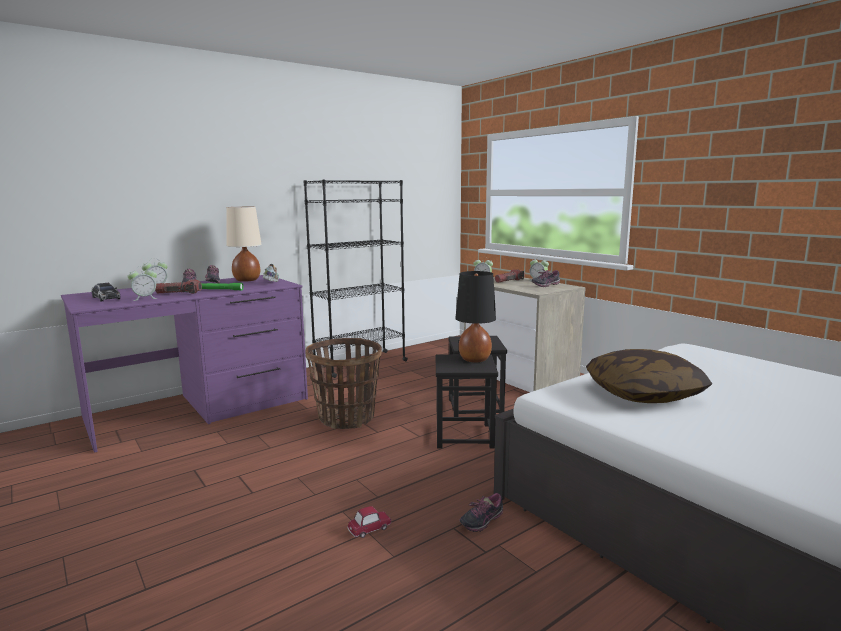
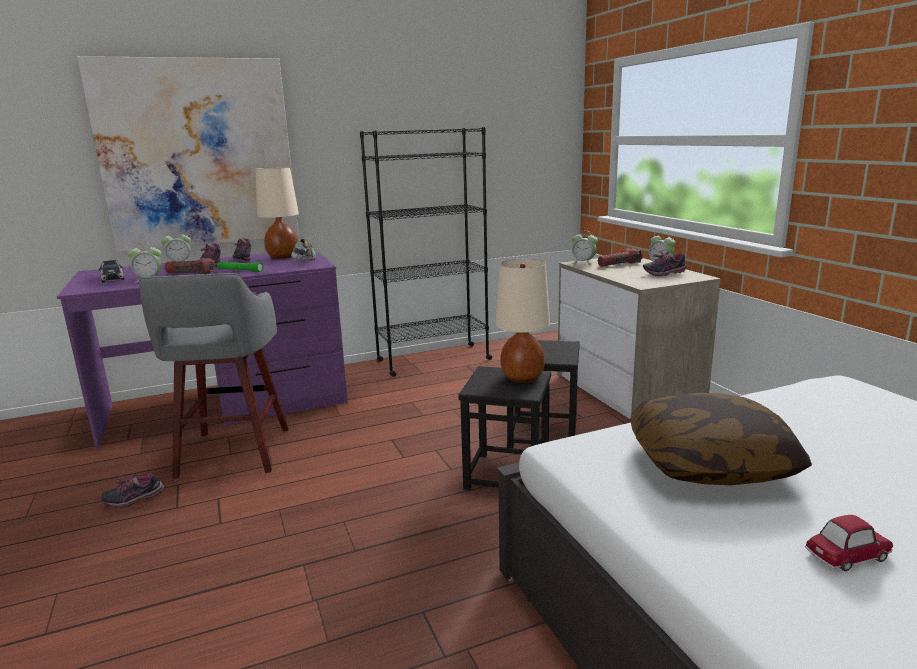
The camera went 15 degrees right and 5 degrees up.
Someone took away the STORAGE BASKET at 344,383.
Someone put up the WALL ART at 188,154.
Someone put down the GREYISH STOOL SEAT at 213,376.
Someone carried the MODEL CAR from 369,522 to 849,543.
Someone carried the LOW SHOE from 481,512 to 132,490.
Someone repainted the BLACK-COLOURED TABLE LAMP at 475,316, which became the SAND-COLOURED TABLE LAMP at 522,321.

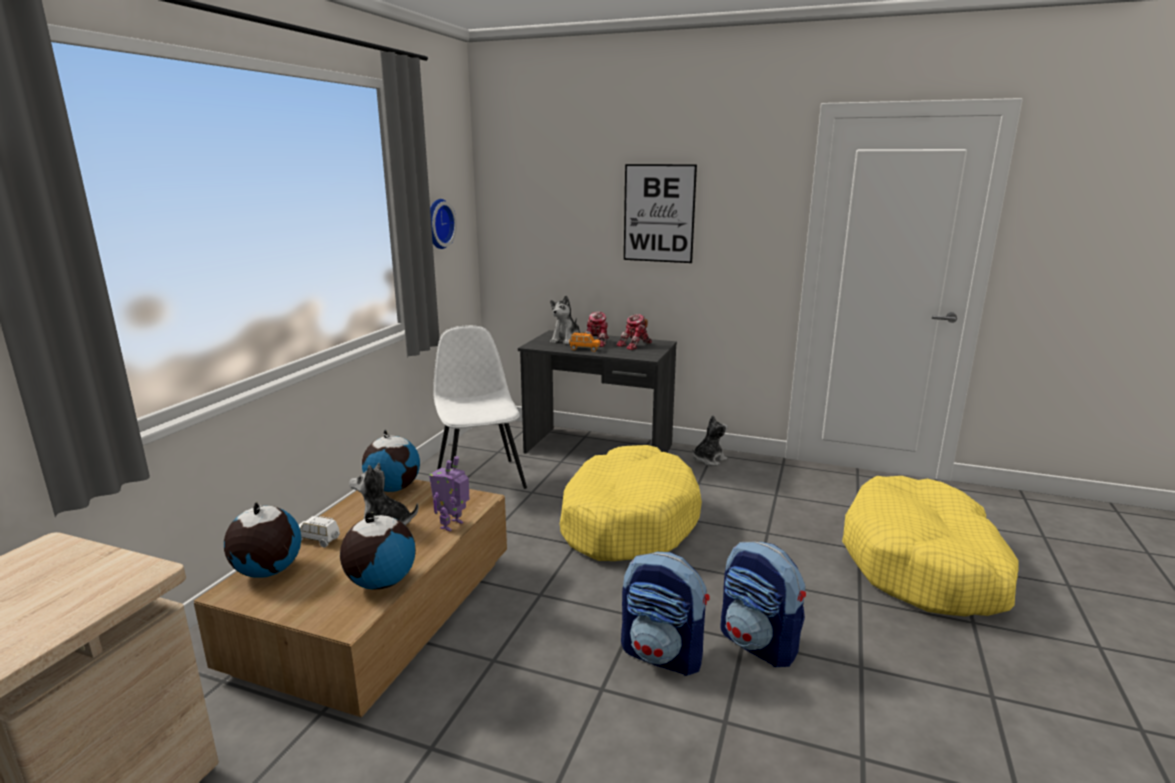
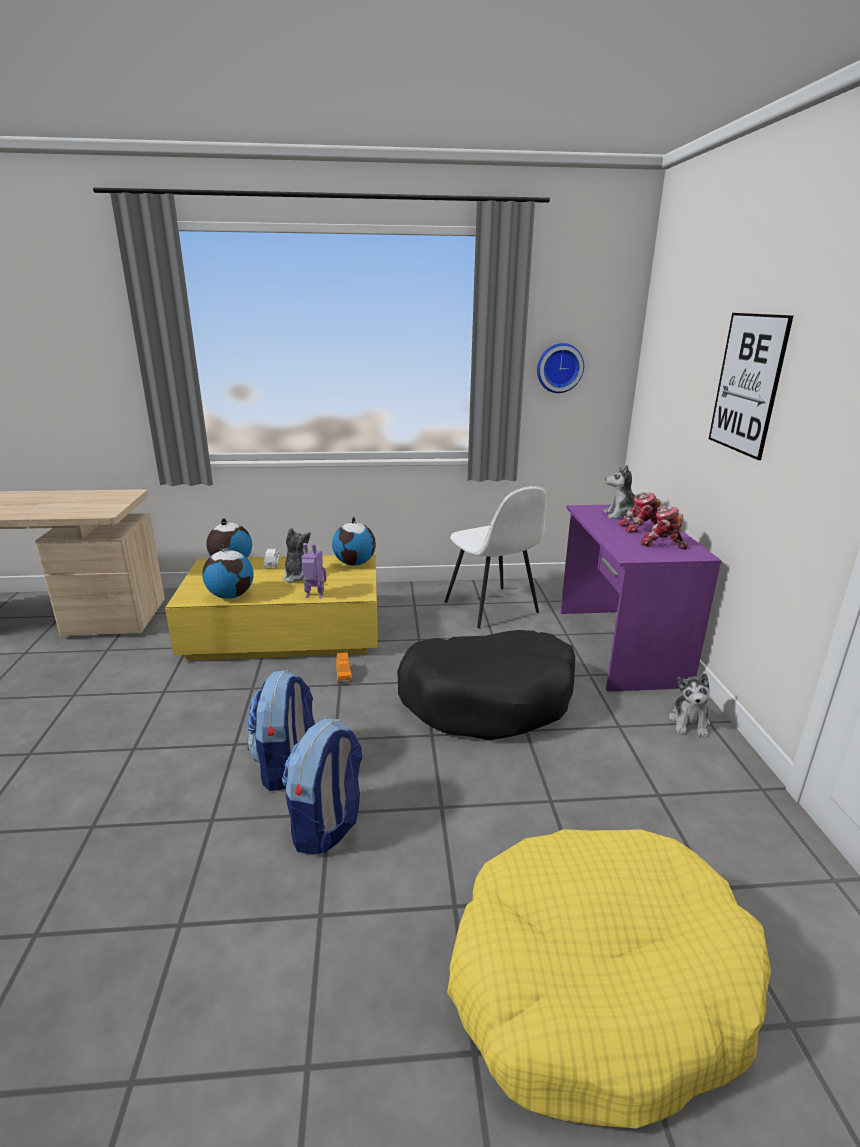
The camera went 65 degrees right and 5 degrees up.
Someone carried the ORANGE-COLOURED MODEL CAR from 584,342 to 344,667.
Someone repainted the BROWNISH COFFEE TABLE at 350,598, which became the YELLOW-COLOURED COFFEE TABLE at 271,607.
Someone repainted the GREYISH DESK UNIT at 597,391, which became the PURPLISH DESK UNIT at 641,598.
Someone repainted the YELLOW-COLOURED DOG CUSHION at 631,503, which became the BLACK-COLOURED DOG CUSHION at 486,685.
Someone rotated the WHITE PLAIN CHAIR at 480,407 by 105 degrees clockwise.
Someone rotated the CUDDLY TOY at 710,440 by 75 degrees clockwise.

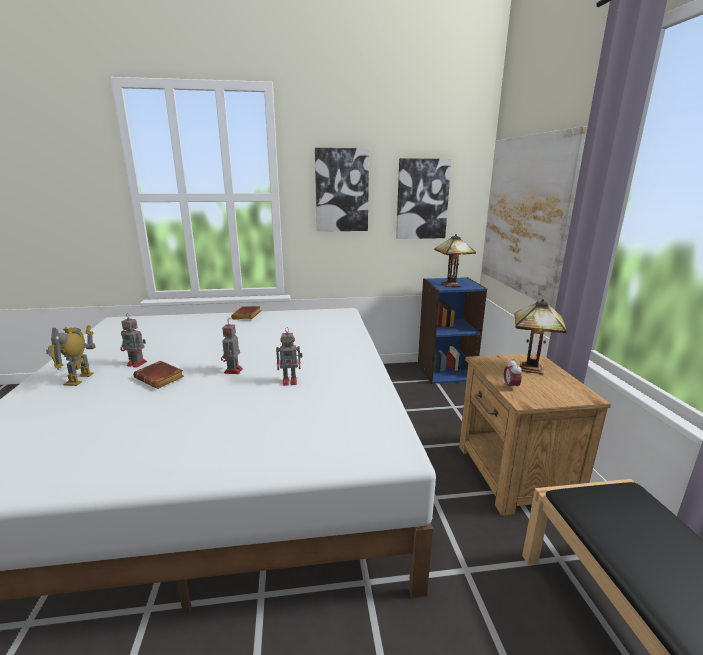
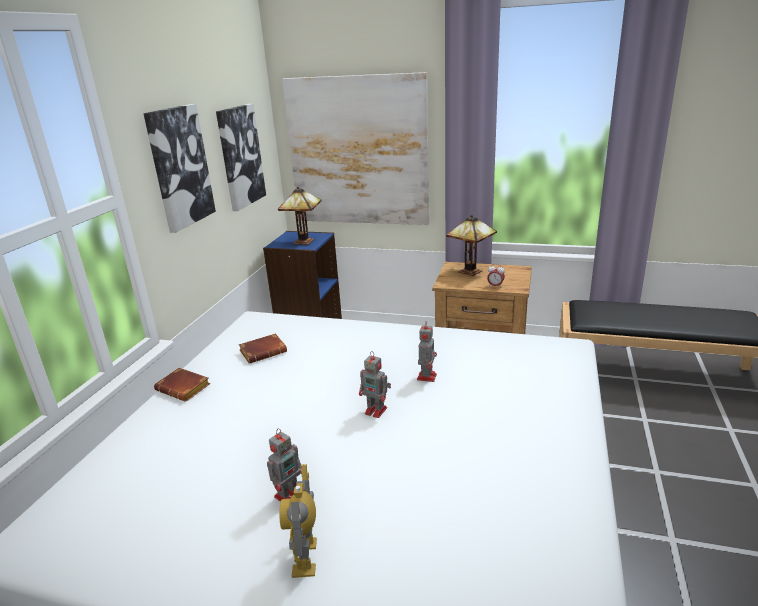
The camera went 65 degrees left and 5 degrees up.
Someone carried the BROWNISH BOUND BOOK from 158,375 to 263,349.
Someone rotated the TOY ROBOT at 70,355 by 60 degrees clockwise.

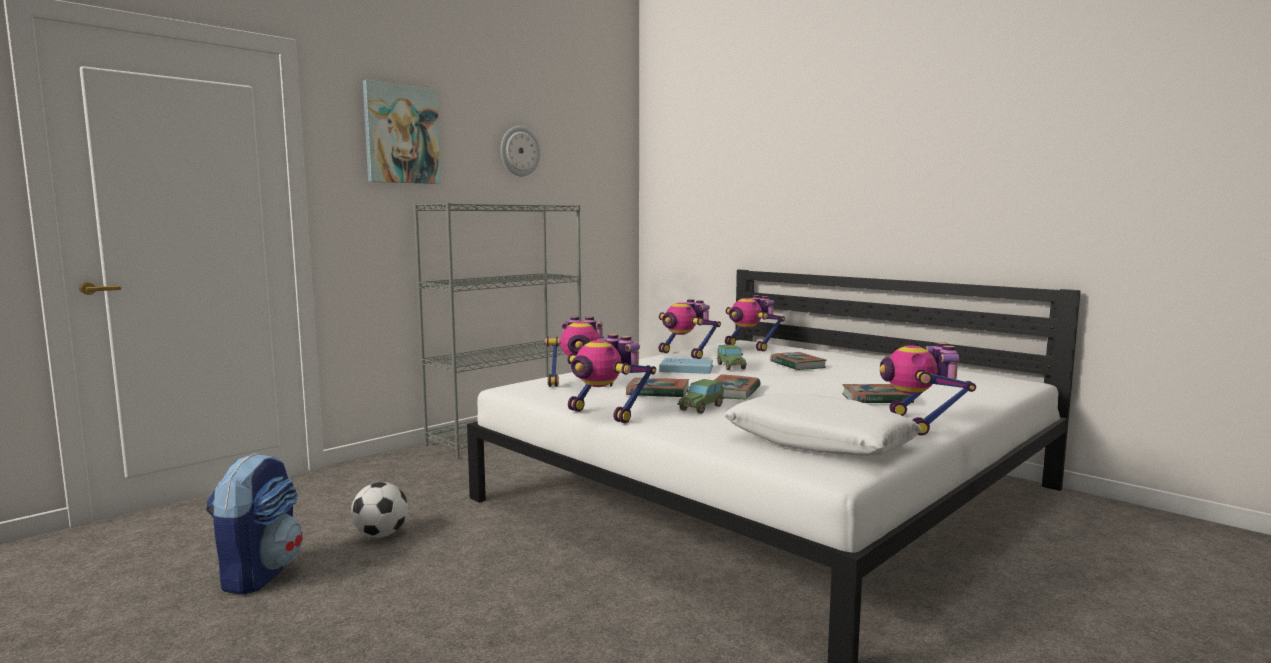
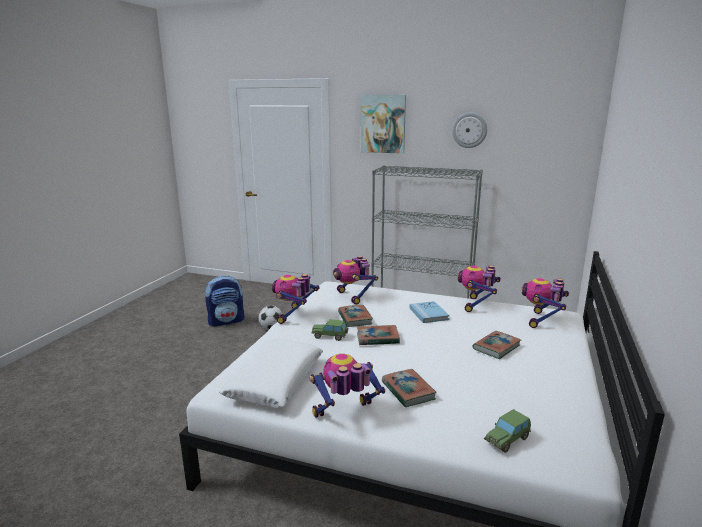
The camera went 65 degrees right and 10 degrees up.
Someone carried the MODEL CAR from 732,357 to 507,431.

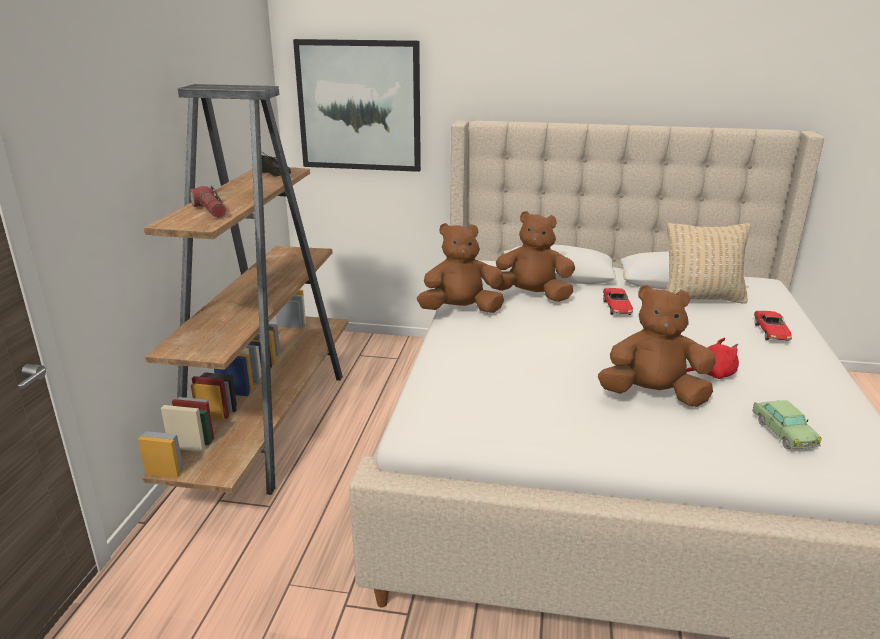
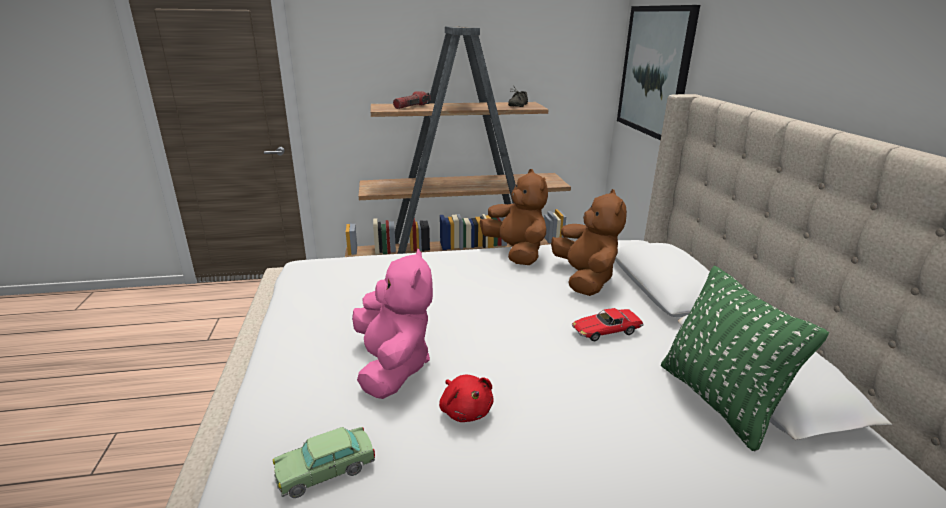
The camera went 70 degrees right and 0 degrees up.
Someone took away the MODEL CAR at 773,326.
Someone repainted the BROWNISH CUDDLY TOY at 657,346, which became the PINKISH CUDDLY TOY at 392,323.
Someone repainted the SAND-COLOURED THROW PILLOW at 709,263, which became the GREEN THROW PILLOW at 745,359.

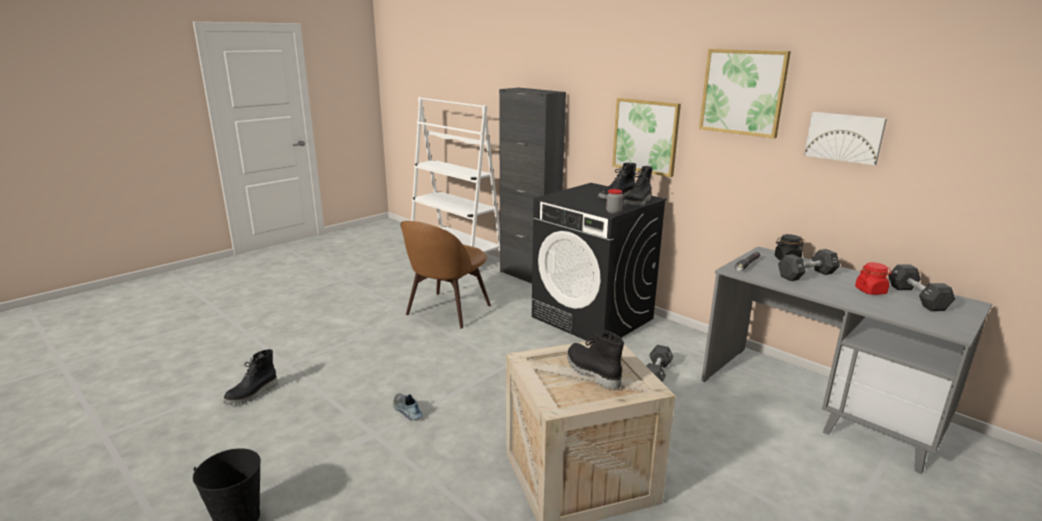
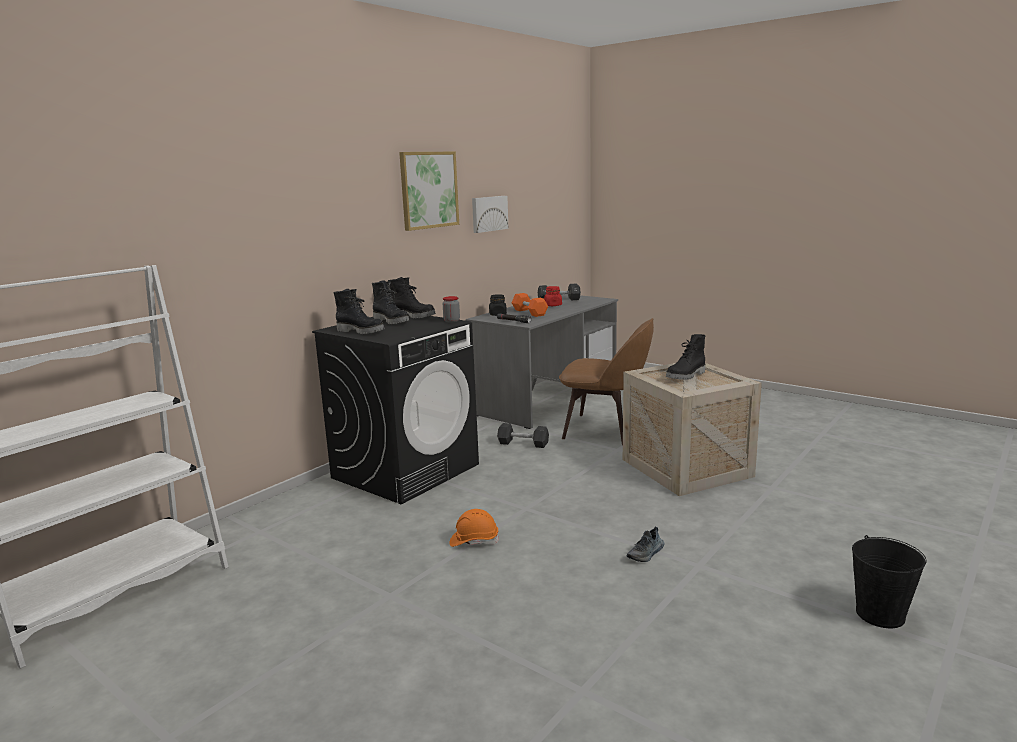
The camera went 95 degrees left and 5 degrees down.
Someone took away the BLACK-COLOURED STORAGE CABINET at 532,185.
Someone took away the WALL ART at 646,137.
Someone put down the ORANGE-COLOURED SAFETY HELMET at 475,528.
Someone carried the BLACK-COLOURED HIGH-TOP BOOT from 251,377 to 359,311.
Someone carried the BROWNISH PLAIN CHAIR from 445,275 to 606,381.
Someone repainted the BLACK-COLOURED FREE WEIGHT at 809,265, which became the ORANGE-COLOURED FREE WEIGHT at 529,305.

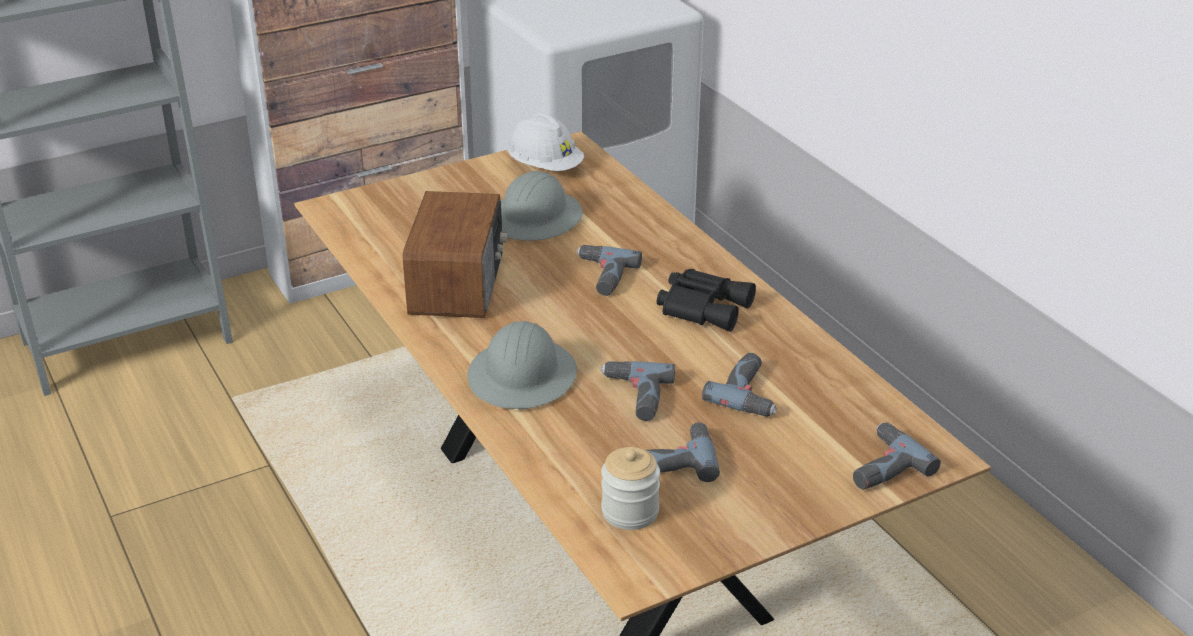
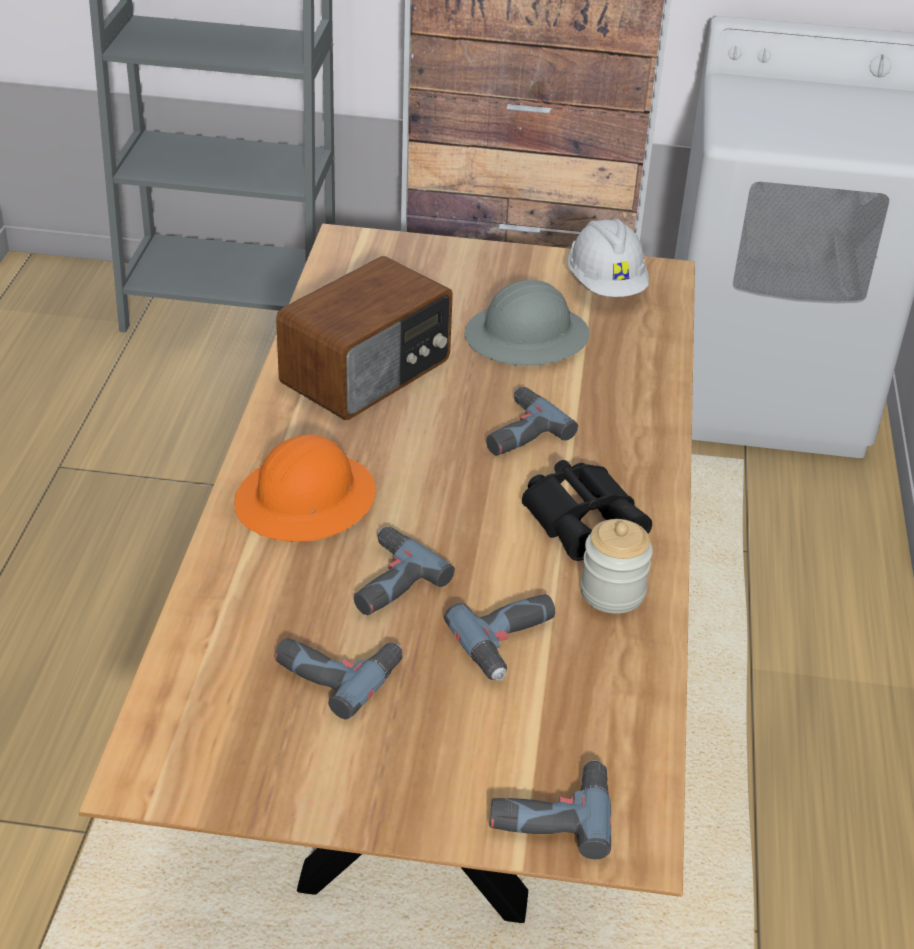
The camera went 35 degrees right and 5 degrees up.
Someone carried the JAR from 630,488 to 616,566.
Someone repainted the GREYISH SAFETY HELMET at 522,365, which became the ORANGE-COLOURED SAFETY HELMET at 305,488.

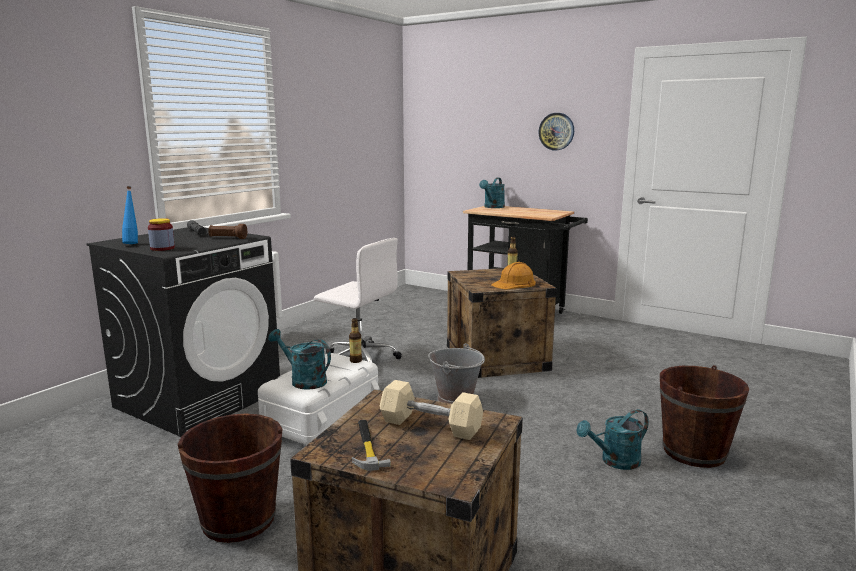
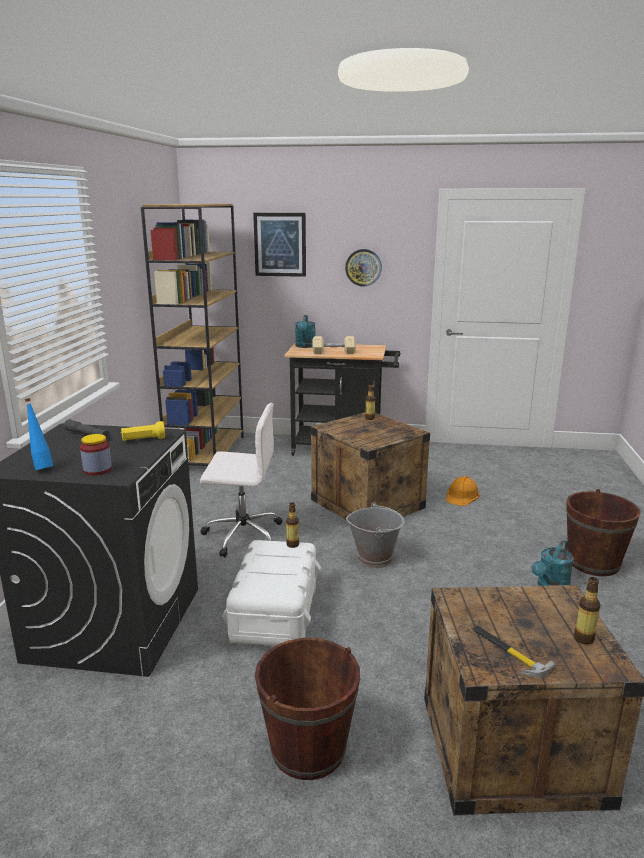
The camera went 25 degrees left and 5 degrees up.
Someone took away the TURQUOISE SPRINKLING CAN at 299,359.
Someone put down the BROWNISH BOOKSHELF at 192,335.
Someone put up the WALL ART at 279,245.
Someone put down the BOTTLE at 587,610.
Someone carried the SAND-COLOURED FREE WEIGHT from 431,410 to 334,345.
Someone carried the ORANGE-COLOURED SAFETY HELMET from 513,275 to 463,491.
Someone repainted the BROWNISH TORCH at 227,231, which became the YELLOW-COLOURED TORCH at 143,431.

